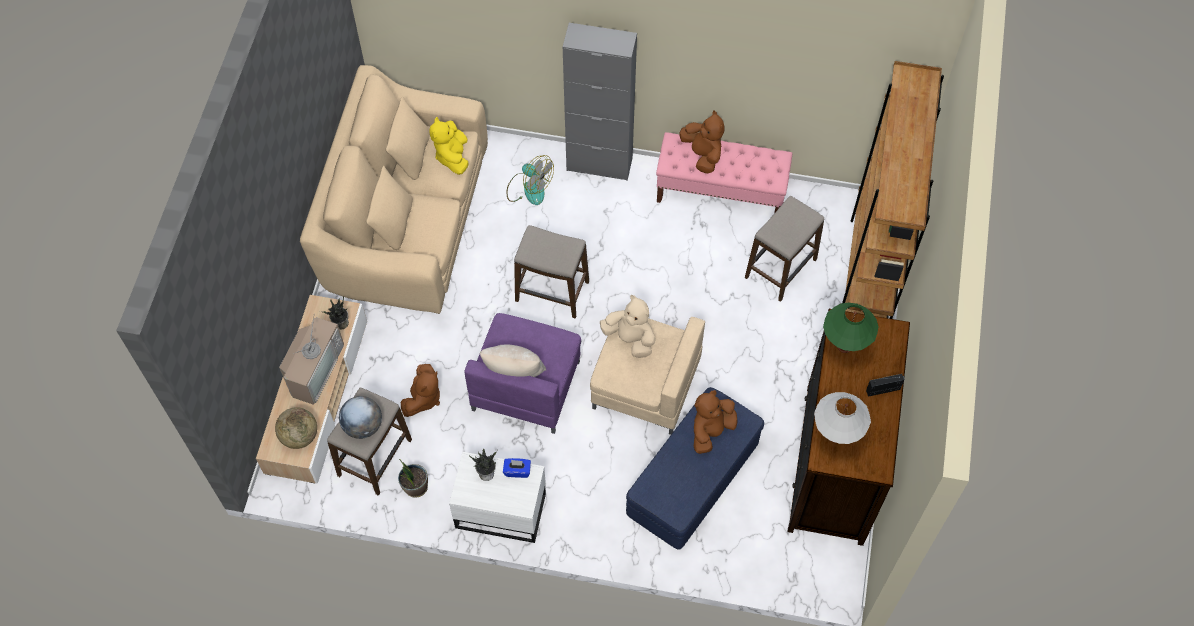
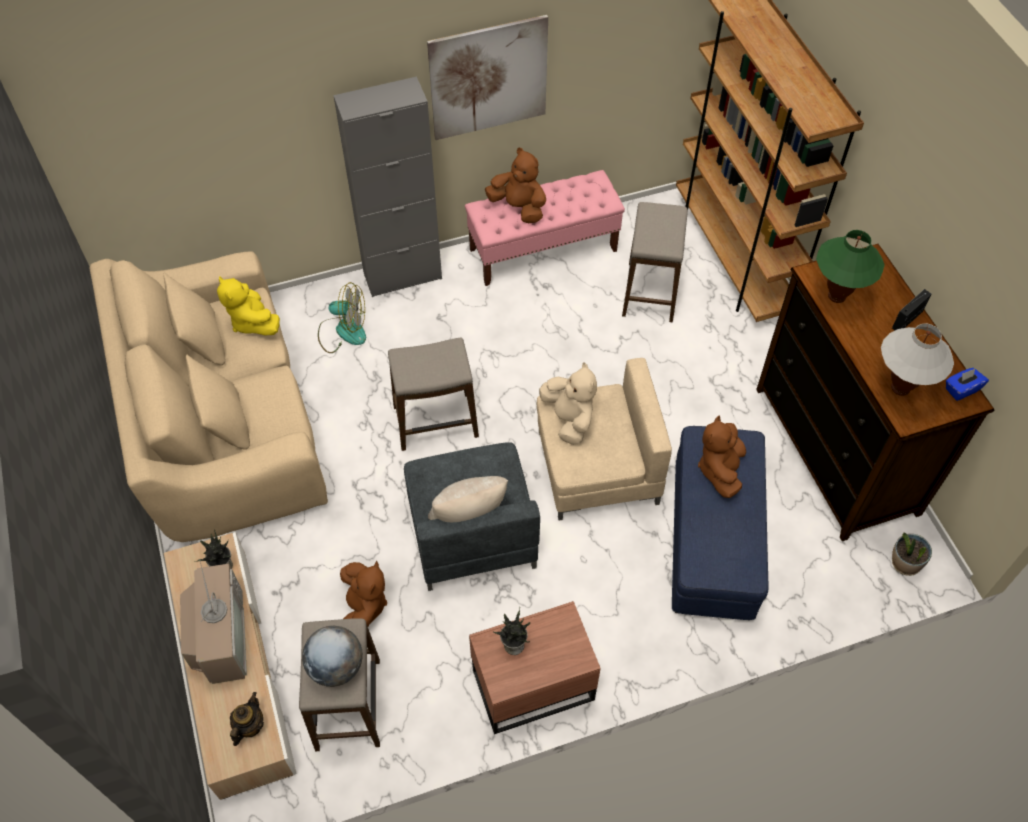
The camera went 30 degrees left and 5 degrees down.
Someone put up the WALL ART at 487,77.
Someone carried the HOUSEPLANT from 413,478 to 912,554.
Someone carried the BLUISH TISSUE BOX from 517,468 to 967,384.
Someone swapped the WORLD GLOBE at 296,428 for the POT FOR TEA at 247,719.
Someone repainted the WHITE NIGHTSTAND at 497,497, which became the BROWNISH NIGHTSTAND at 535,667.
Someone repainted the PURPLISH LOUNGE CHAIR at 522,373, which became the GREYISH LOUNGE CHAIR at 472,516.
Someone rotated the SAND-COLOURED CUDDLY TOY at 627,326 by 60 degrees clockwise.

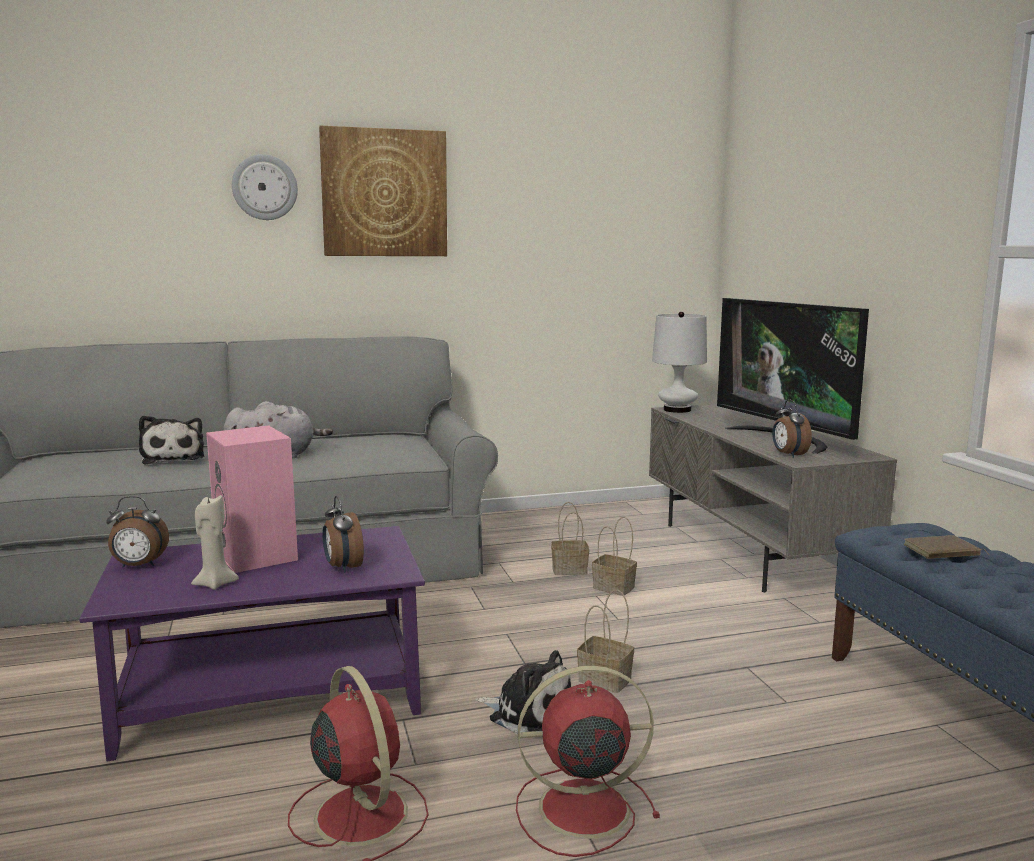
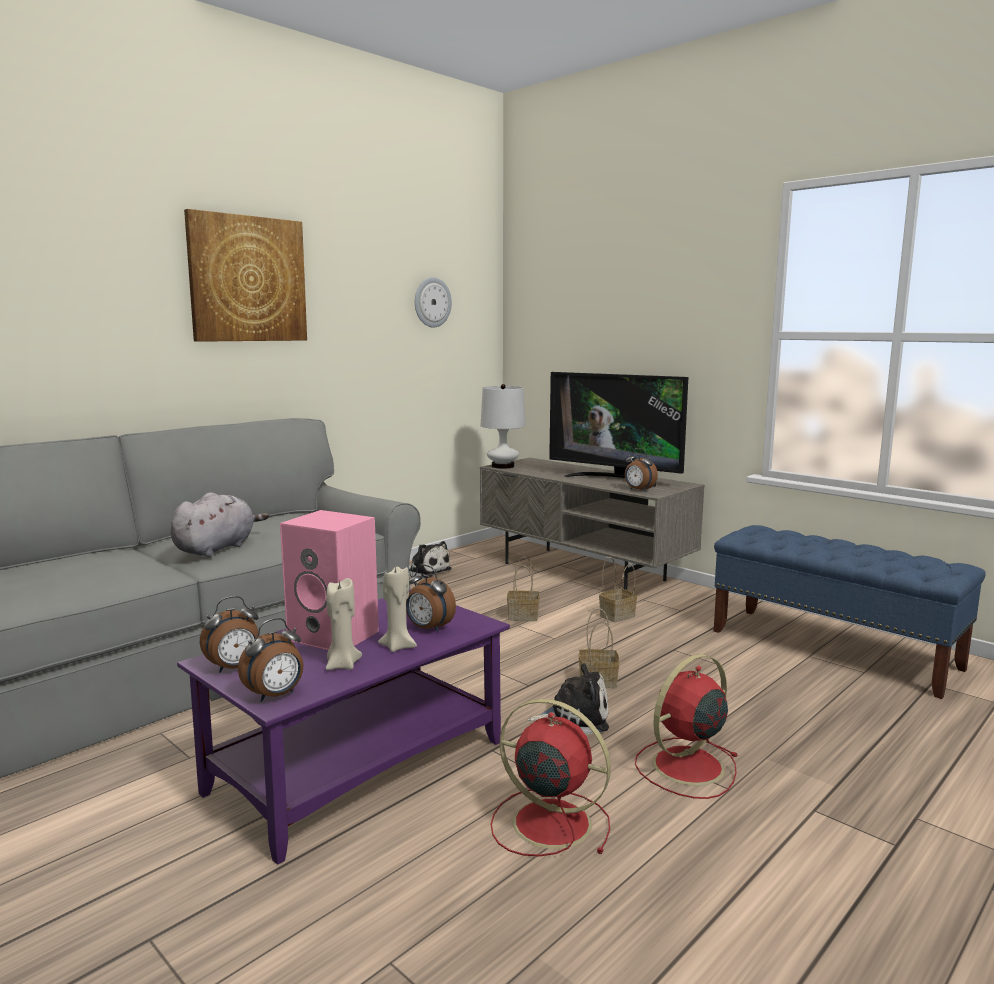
The camera went 30 degrees left and 0 degrees up.
Someone took away the BROWNISH BOUND BOOK at 946,547.
Someone put down the TABLE CLOCK at 271,660.
Someone put down the SAND-COLOURED WAX CANDLE at 397,609.
Someone carried the CUDDLY TOY from 171,440 to 430,559.
Someone carried the HANGING CLOCK from 265,187 to 433,302.
Someone carried the STORAGE BASKET from 570,538 to 618,589.

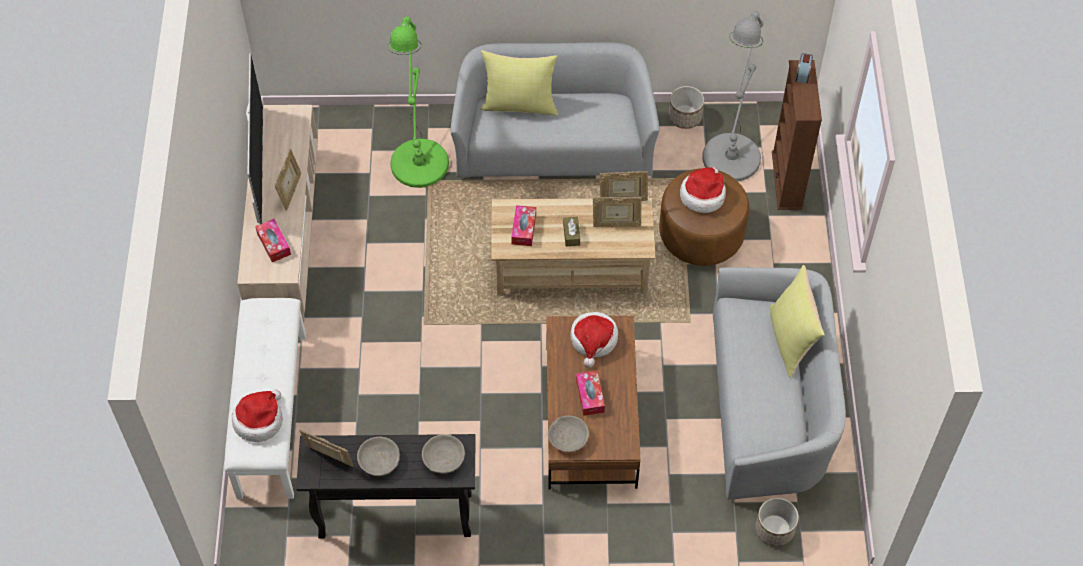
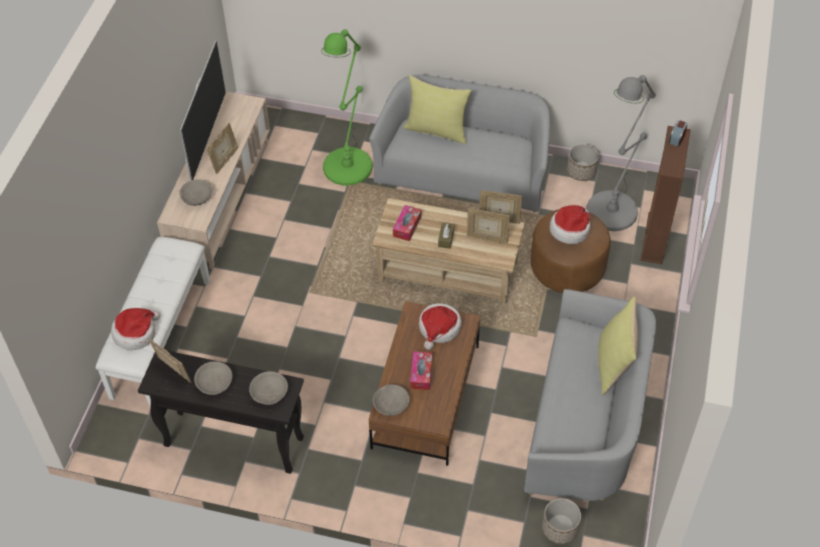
The camera went 15 degrees right and 5 degrees down.
Someone swapped the TISSUE BOX at 273,240 for the GREYISH DEEP DISH at 196,192.

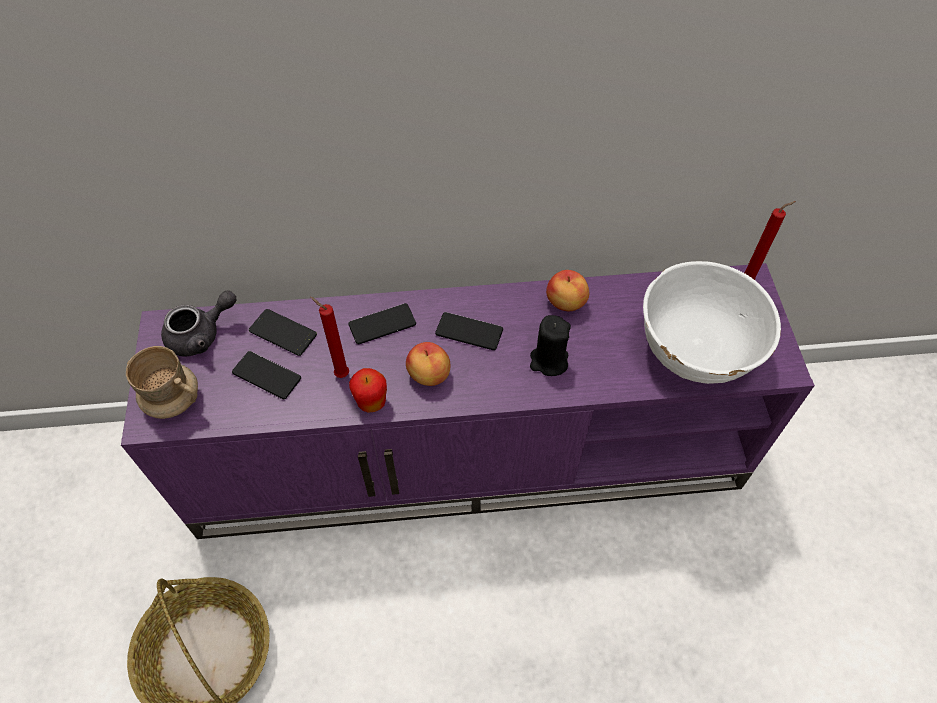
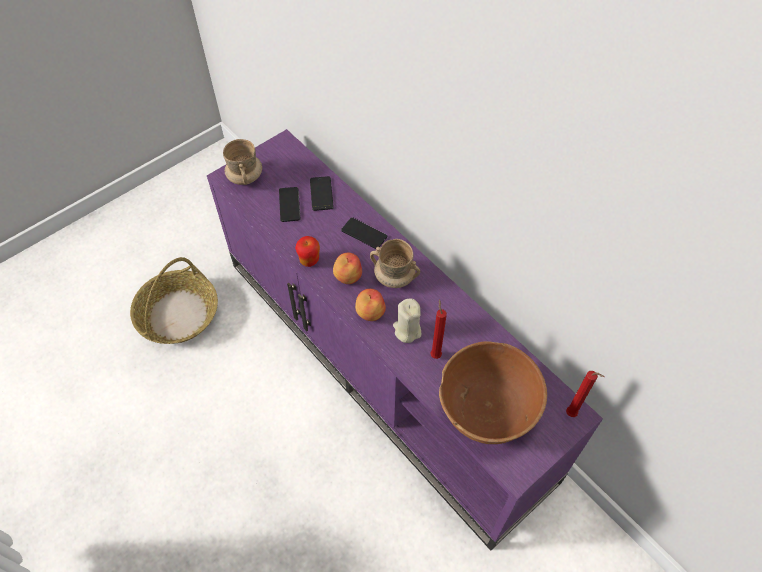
The camera went 55 degrees right and 0 degrees up.
Someone took away the GREYISH POT FOR TEA at 198,324.
Someone carried the RED-COLOURED WAX CANDLE from 329,337 to 438,329.
Someone carried the WHOLE APPLE from 567,290 to 370,305.
Someone swapped the PHONE at 469,331 for the SAND-COLOURED MUG at 395,263.
Someone repainted the BLACK-COLOURED WAX CANDLE at 550,345, which became the SAND-COLOURED WAX CANDLE at 407,321.
Someone repainted the WHITE DEEP DISH at 712,322, which became the BROWNISH DEEP DISH at 493,392.

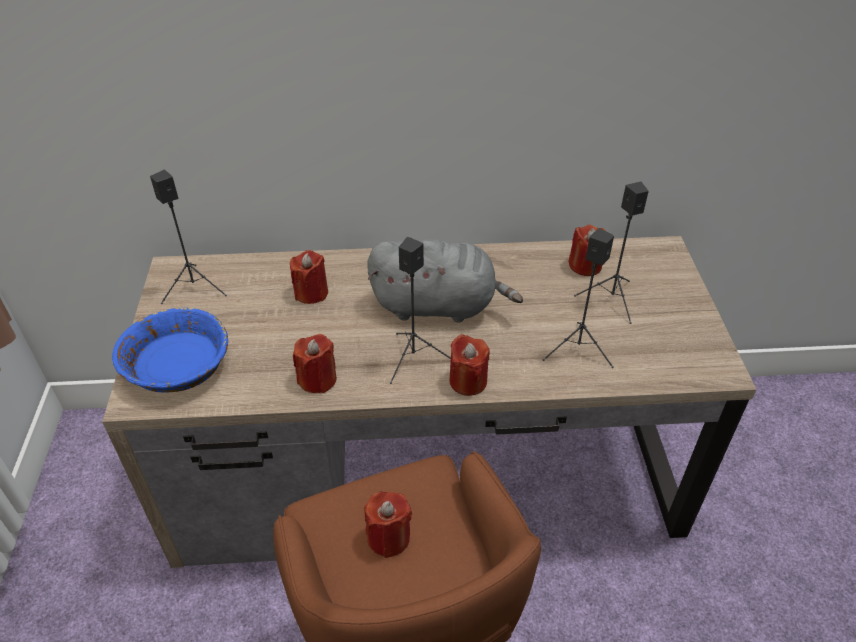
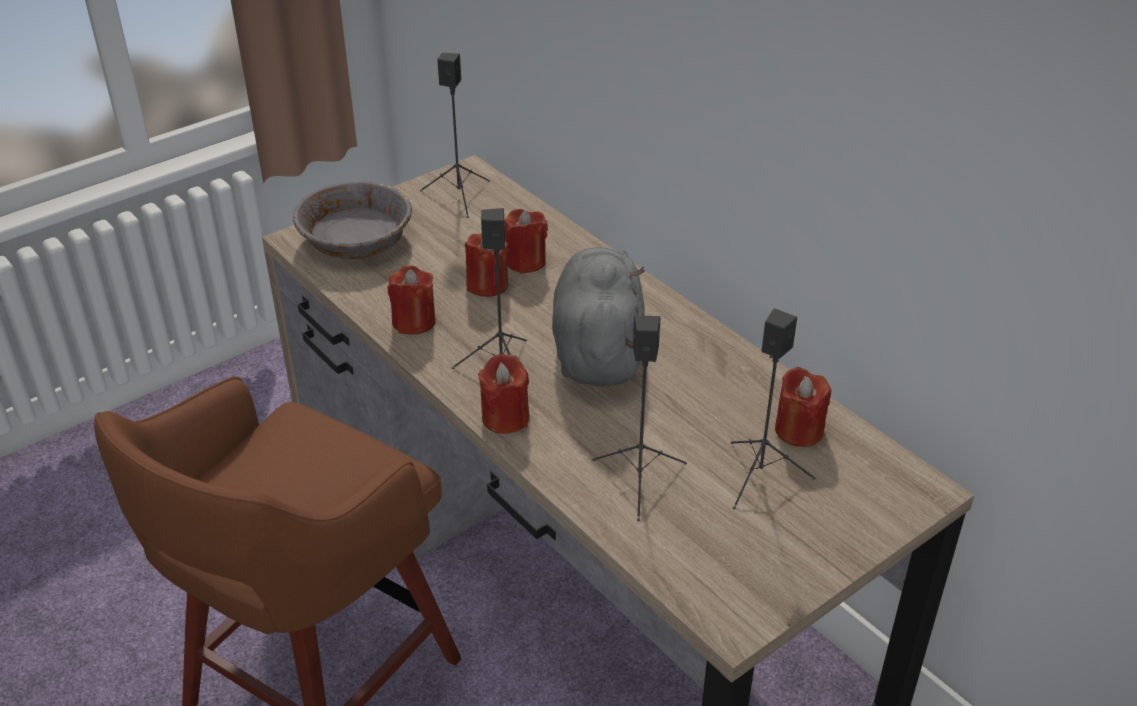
The camera went 55 degrees right and 5 degrees down.
Someone carried the RED-COLOURED WAX CANDLE from 388,525 to 487,265.
Someone repainted the BLUISH DEEP DISH at 170,350, which became the GREYISH DEEP DISH at 352,220.
Someone rotated the GREYISH CUDDLY TOY at 445,281 by 150 degrees counterclockwise.

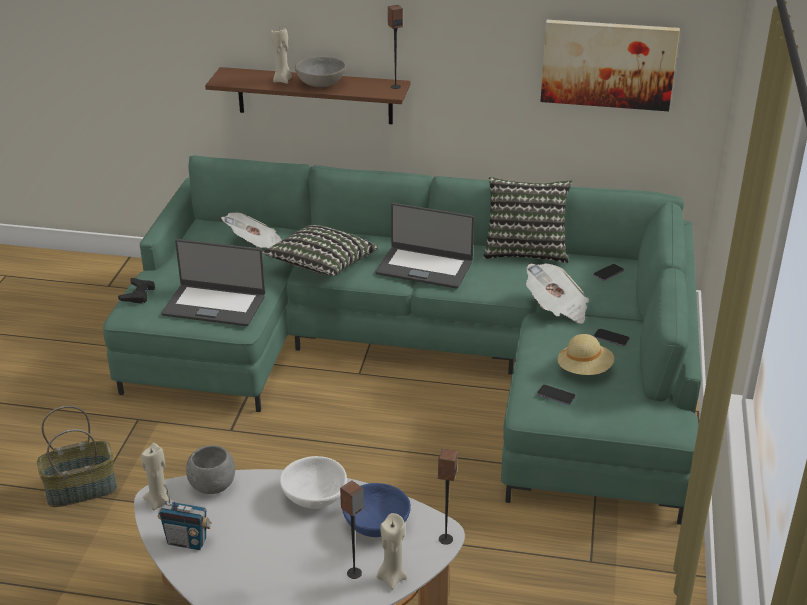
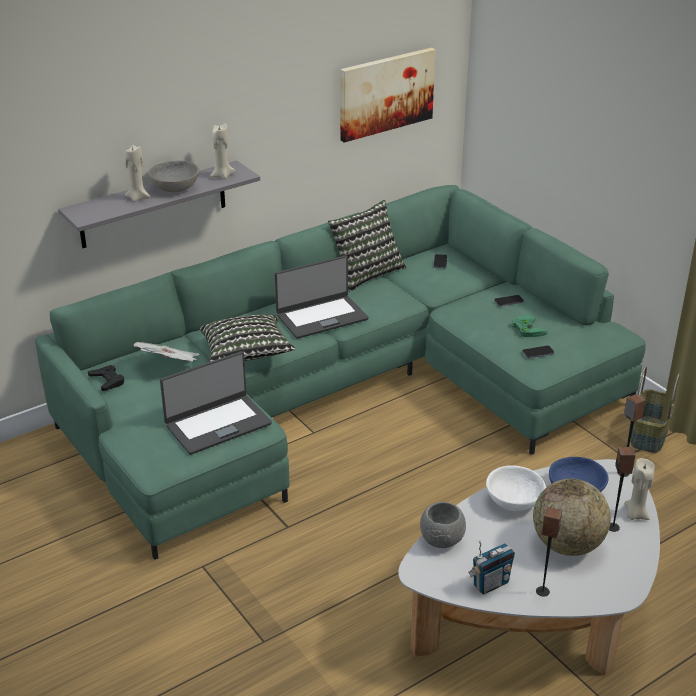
The camera went 45 degrees left and 0 degrees up.
Someone took away the PRINTED PAPER at 557,293.
Someone put down the WORLD GLOBE at 572,517.
Someone carried the STORAGE BASKET from 77,456 to 655,409.
Someone carried the BLACK-COLOURED GAME CONTROLLER from 136,290 to 106,378.
Someone carried the SAND-COLOURED WAX CANDLE from 157,476 to 222,151.
Someone carried the SPEAKER from 395,47 to 549,552.
Someone swapped the SAND-COLOURED HAT at 586,354 for the GREEN GAME CONTROLLER at 529,326.
Someone repainted the BROWNISH WALL SHELF at 307,95, which became the GREYISH WALL SHELF at 159,204.

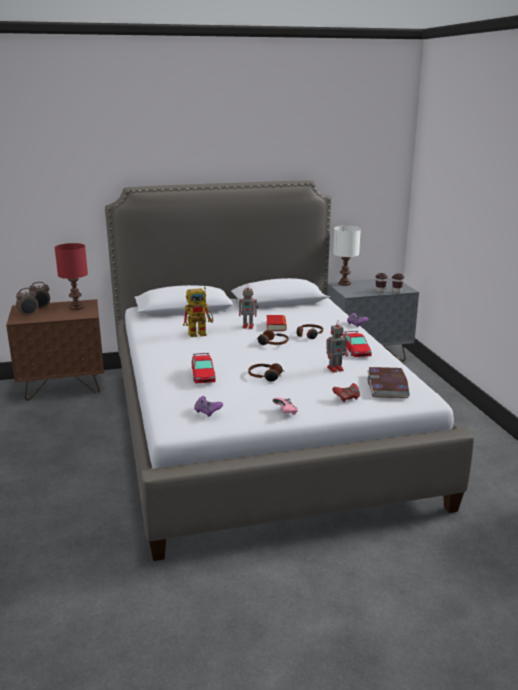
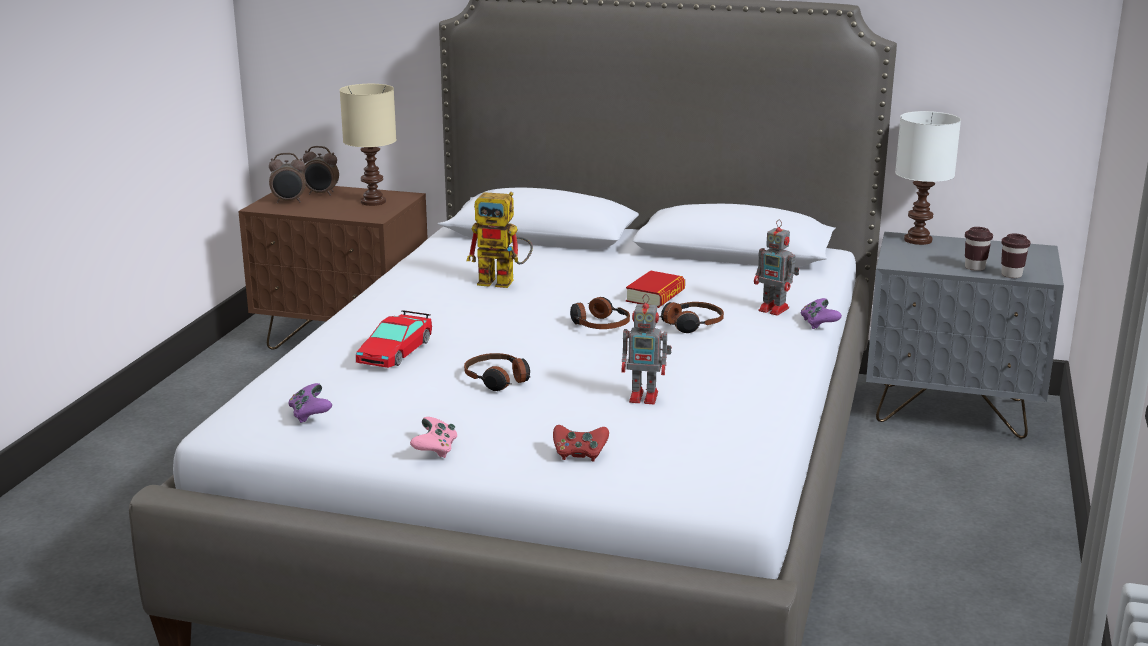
The camera went 30 degrees right and 0 degrees up.
Someone took away the MODEL CAR at 357,344.
Someone took away the BOUND BOOK at 388,382.
Someone carried the TOY ROBOT from 249,306 to 776,267.
Someone repainted the RED-COLOURED TABLE LAMP at 71,276, which became the SAND-COLOURED TABLE LAMP at 368,145.

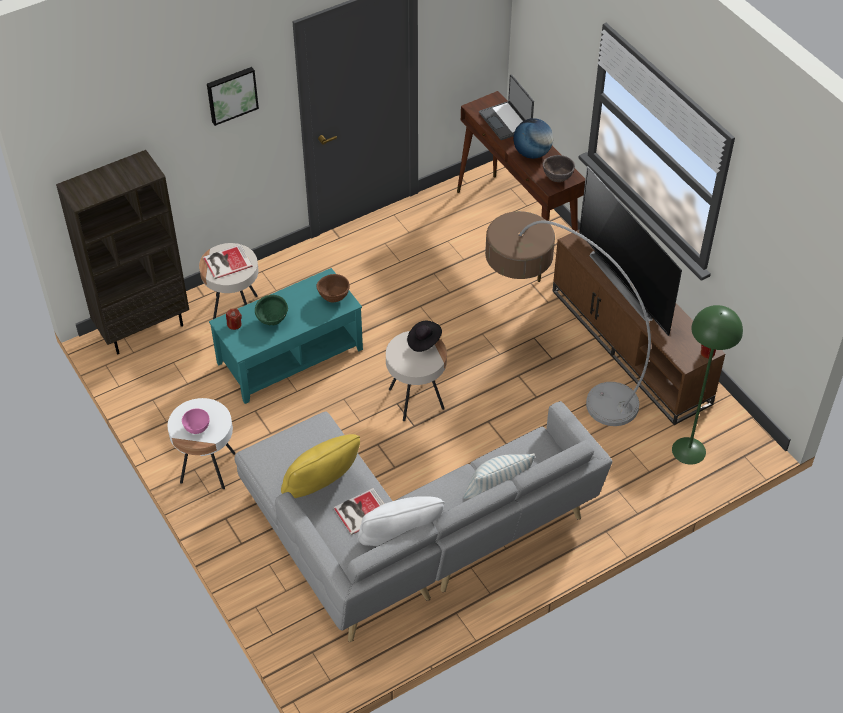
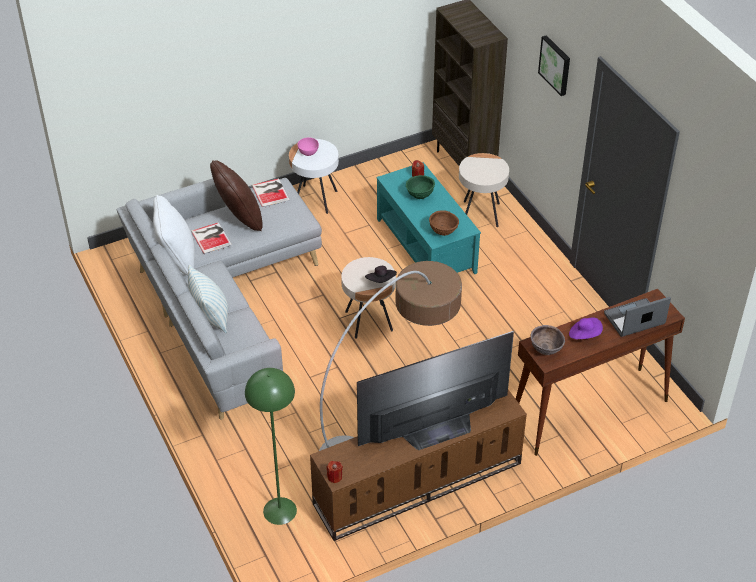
The camera went 95 degrees right and 5 degrees down.
Someone carried the BOUND BOOK from 228,261 to 271,193.
Someone swapped the WORLD GLOBE at 533,138 for the PURPLISH HAT at 586,328.
Someone repainted the YELLOW-COLOURED THROW PILLOW at 320,466, which became the BROWNISH THROW PILLOW at 236,195.

